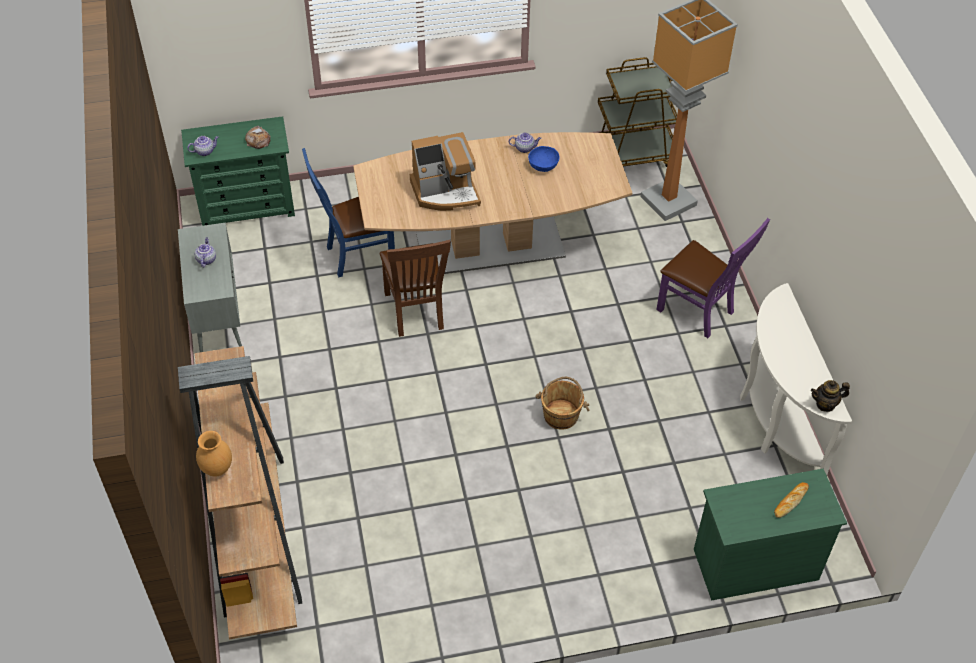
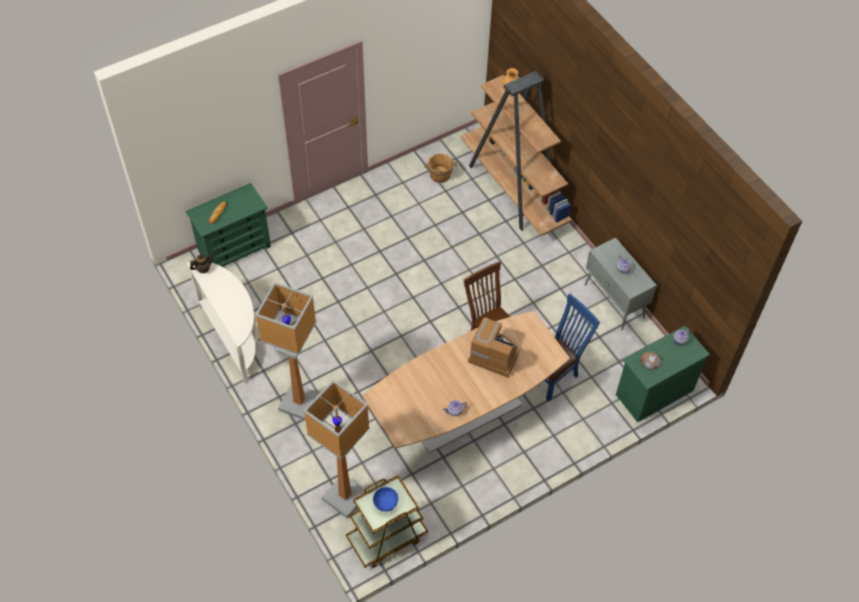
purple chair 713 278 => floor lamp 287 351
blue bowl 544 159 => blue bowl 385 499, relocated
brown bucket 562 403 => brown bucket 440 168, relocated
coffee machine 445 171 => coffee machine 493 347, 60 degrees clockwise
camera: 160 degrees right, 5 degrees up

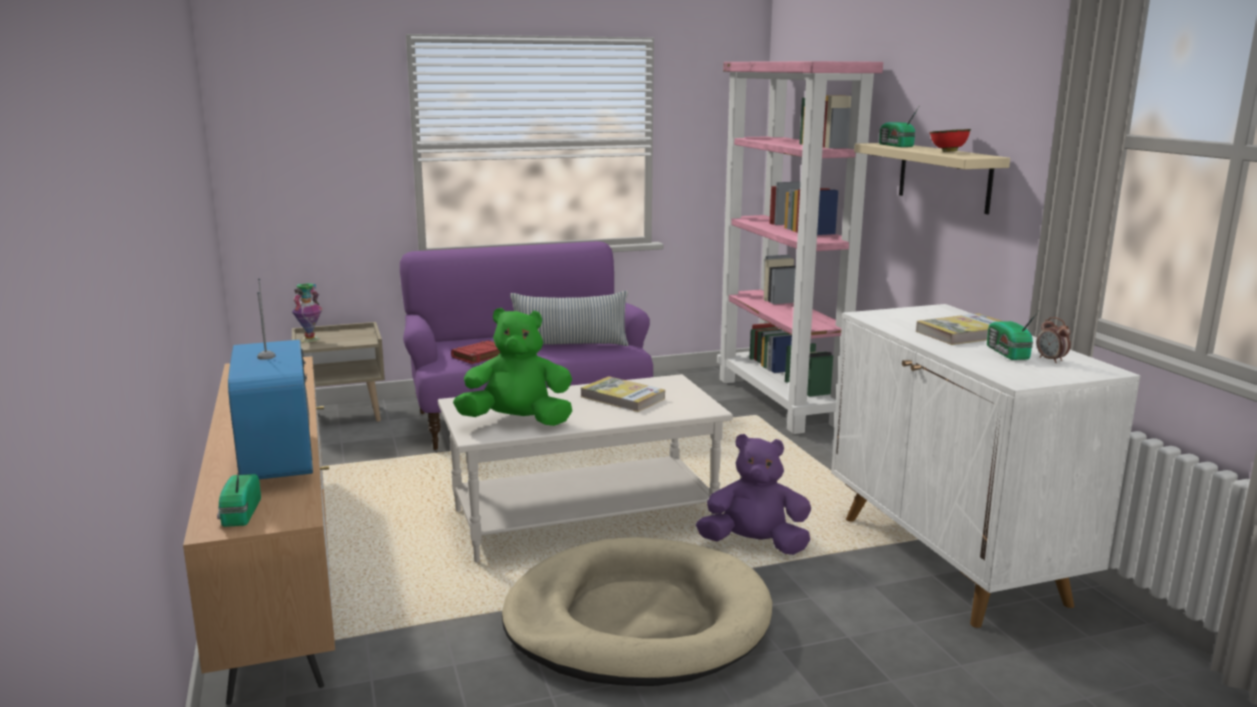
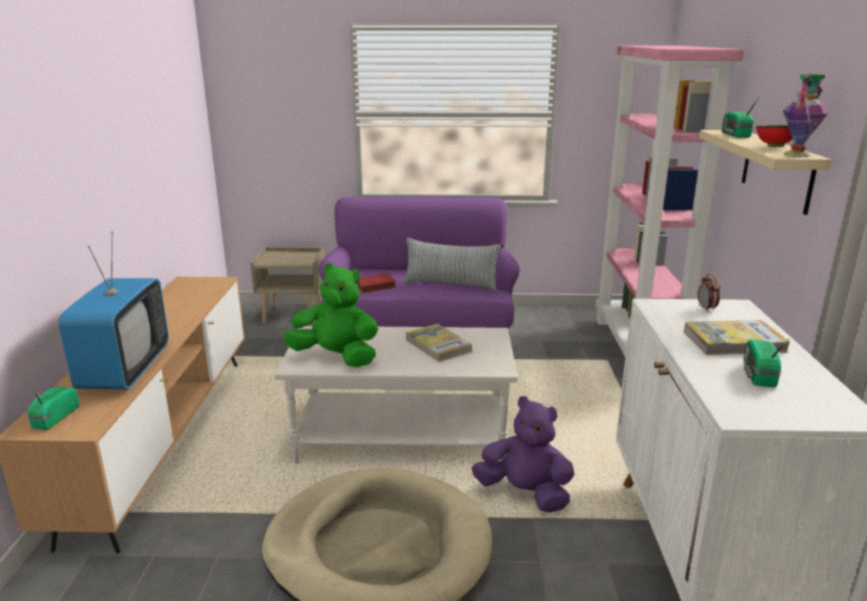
alarm clock 1054 340 => alarm clock 708 293, relocated
vase 307 313 => vase 805 115, relocated
camera: 20 degrees right, 5 degrees up

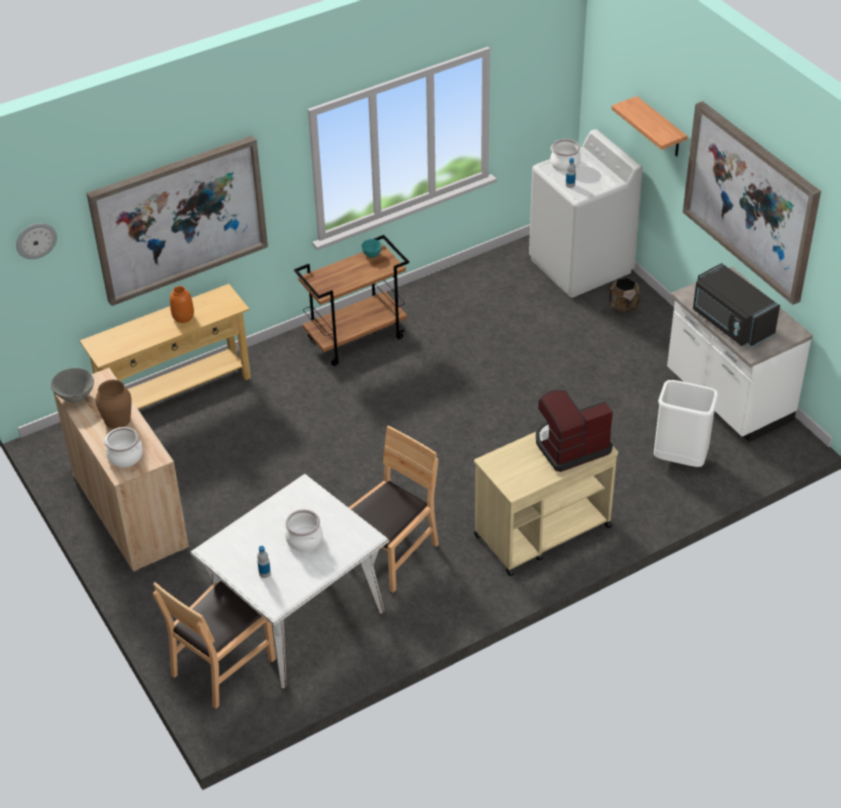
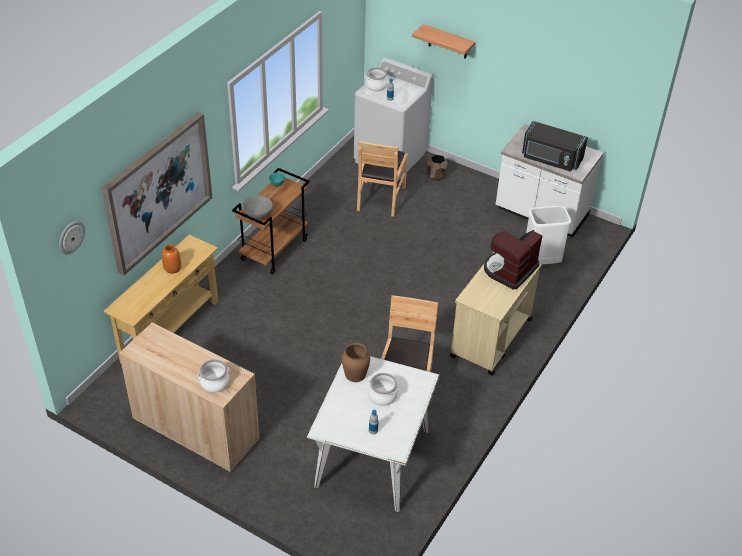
grey bowl 72 385 => grey bowl 257 208, relocated
brown vase 113 404 => brown vase 356 362, relocated
brown chair 214 645 => brown chair 382 179, relocated
picture 752 203 => nothing
camera: 30 degrees left, 0 degrees up

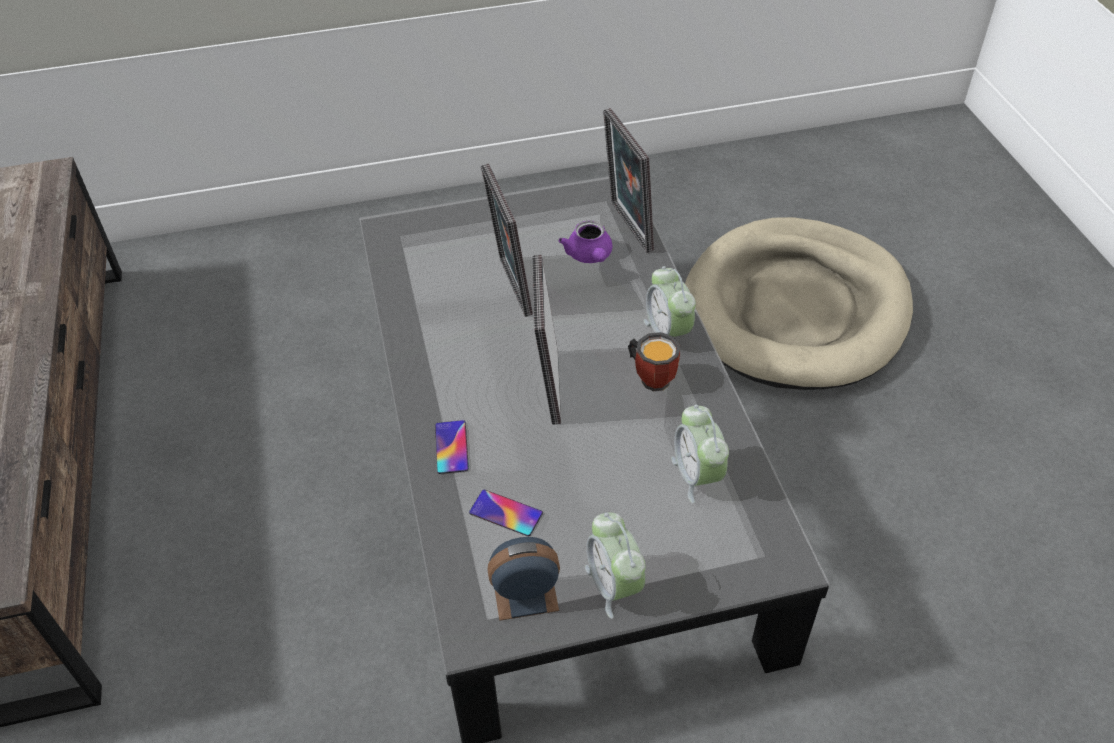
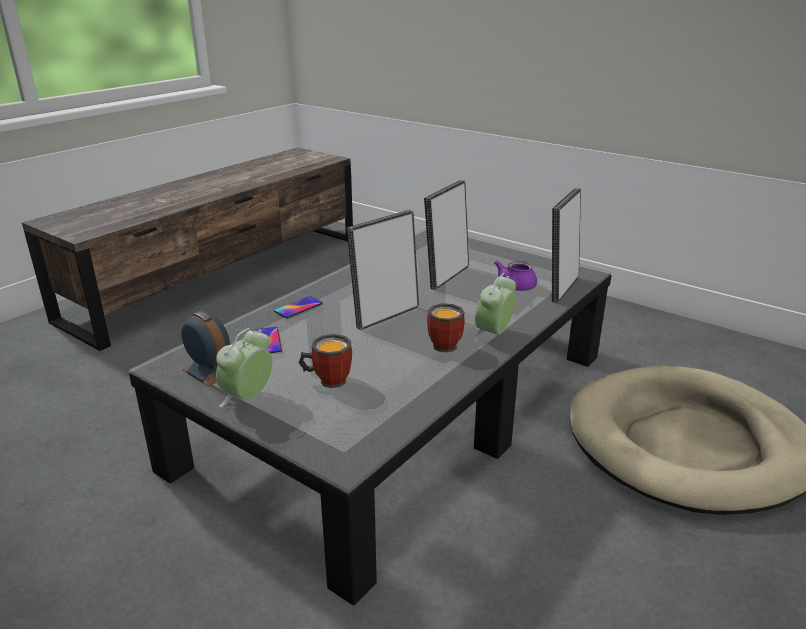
nothing => mug 325 361
alarm clock 700 454 => nothing
camera: 50 degrees right, 20 degrees down

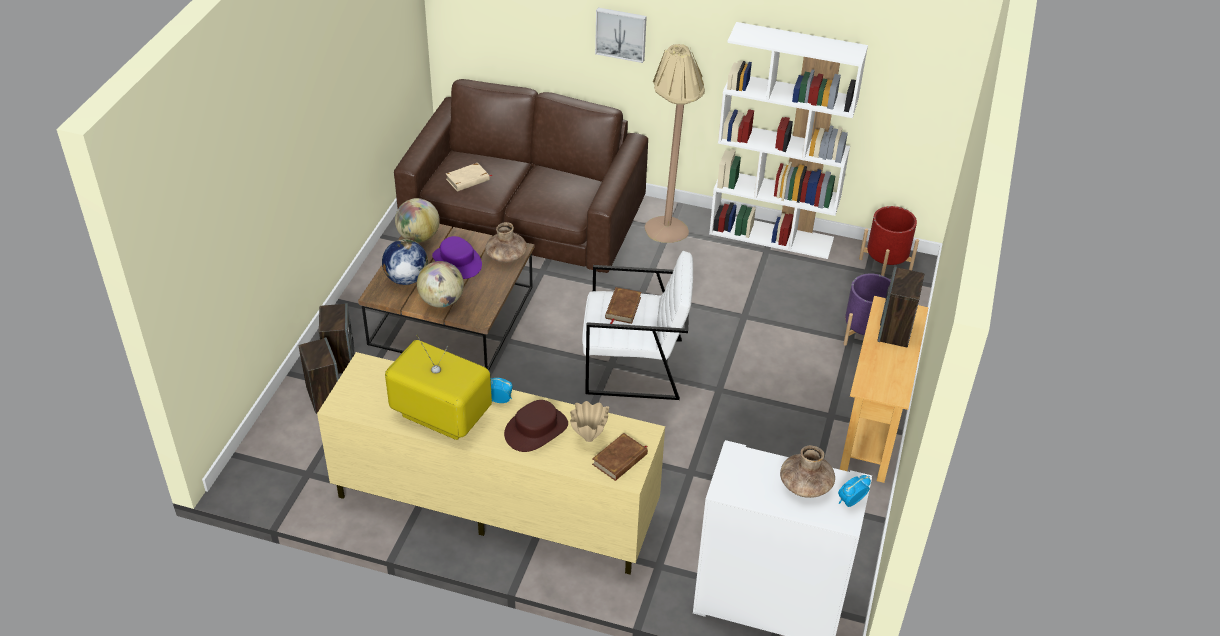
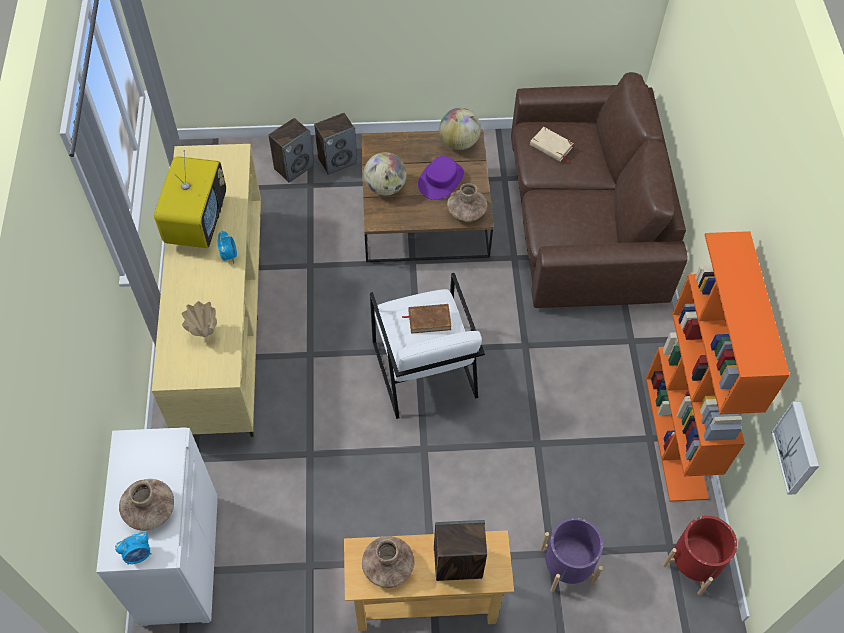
alarm clock 854 491 => alarm clock 133 548, 120 degrees clockwise
nothing => brown vase 388 562
white bookcase 788 140 => orange bookcase 718 366
picture 621 35 => picture 795 448, relocated
globe 405 262 => nothing
brown hat 536 426 => nothing
brown book 620 457 => nothing
beige floor lamp 675 143 => nothing
camera: 70 degrees right, 15 degrees up

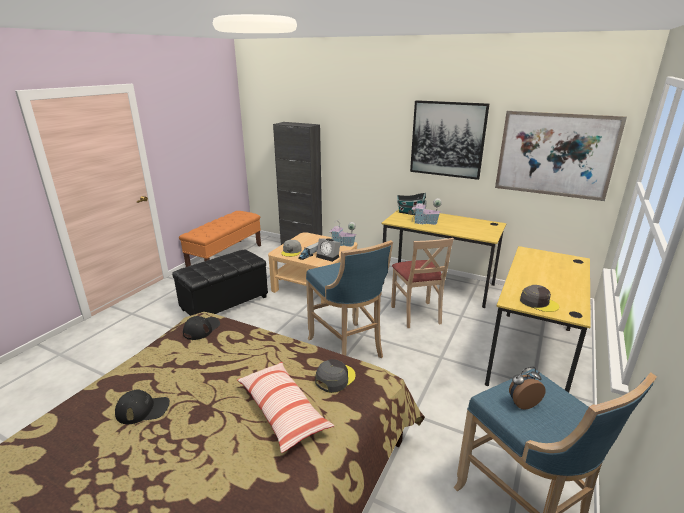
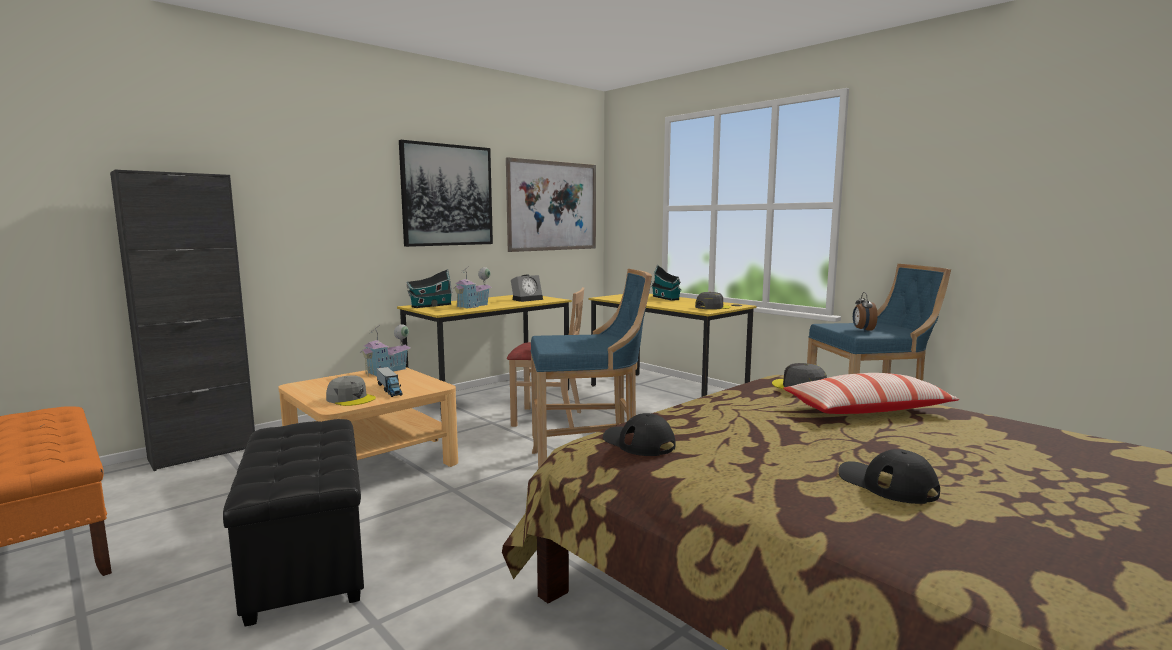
alarm clock 328 250 => alarm clock 527 288, relocated
nothing => toy house 666 283
black cap 142 406 => black cap 889 476, 45 degrees counterclockwise
camera: 70 degrees left, 15 degrees down

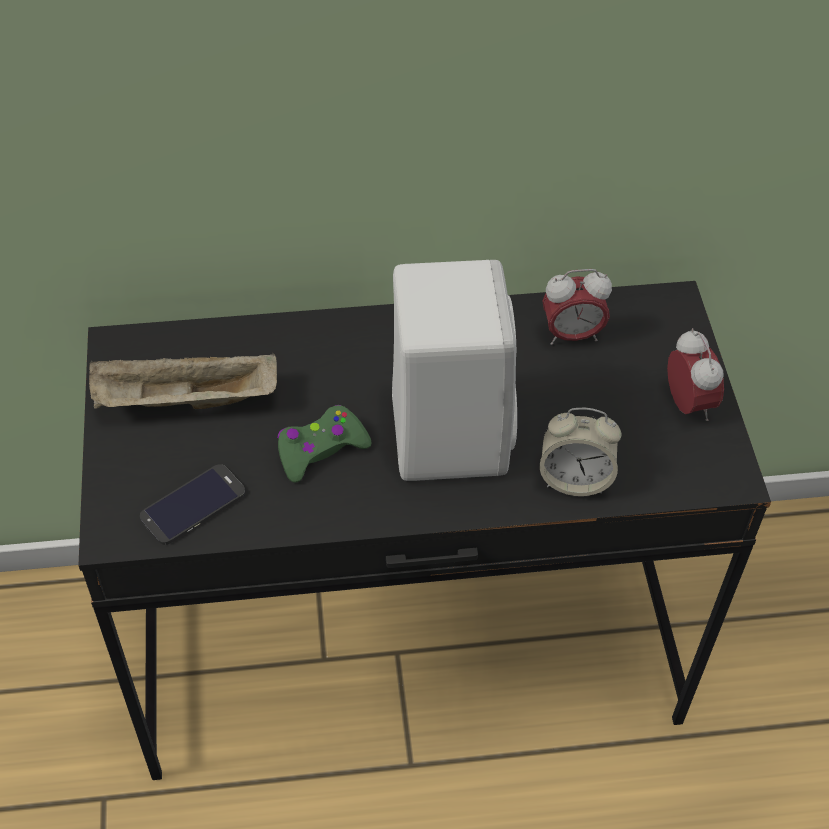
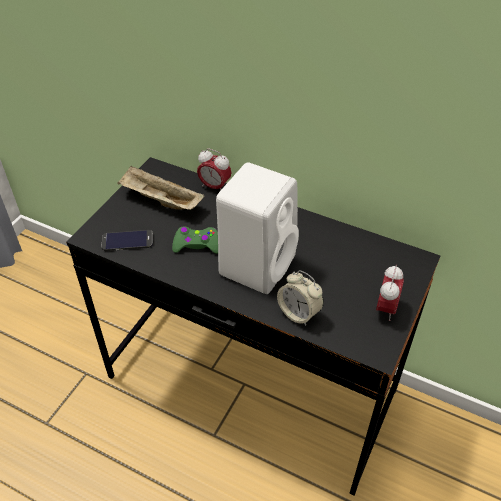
alarm clock 577 307 => alarm clock 214 169, relocated
camera: 35 degrees right, 5 degrees down

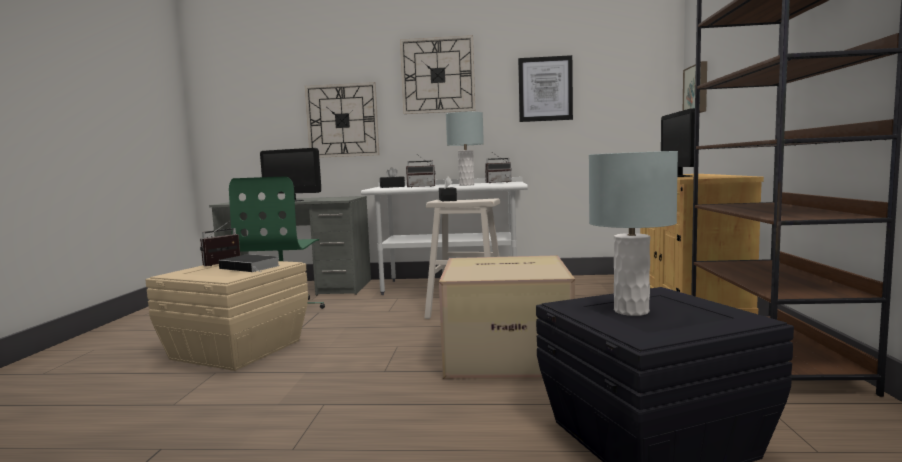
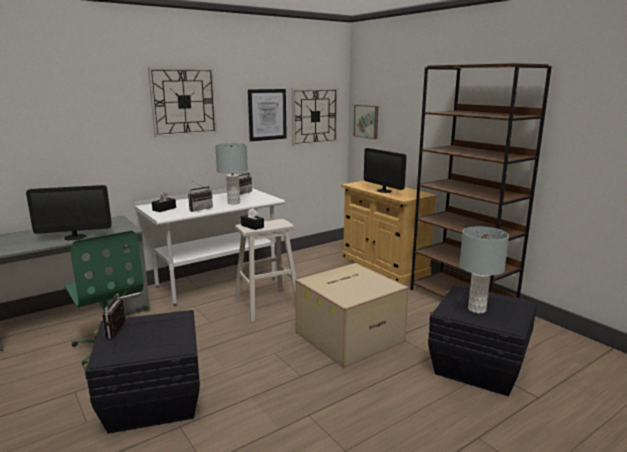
beige storage box 227 316 => black storage box 141 372
wall clock 342 120 => wall clock 315 117, relocated
book 249 263 => nothing
camera: 40 degrees left, 10 degrees up

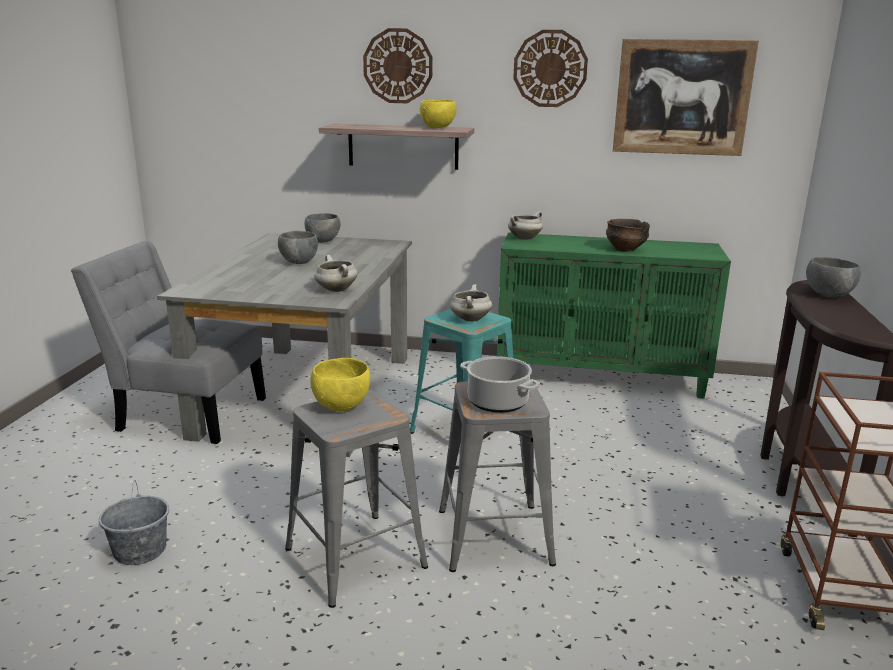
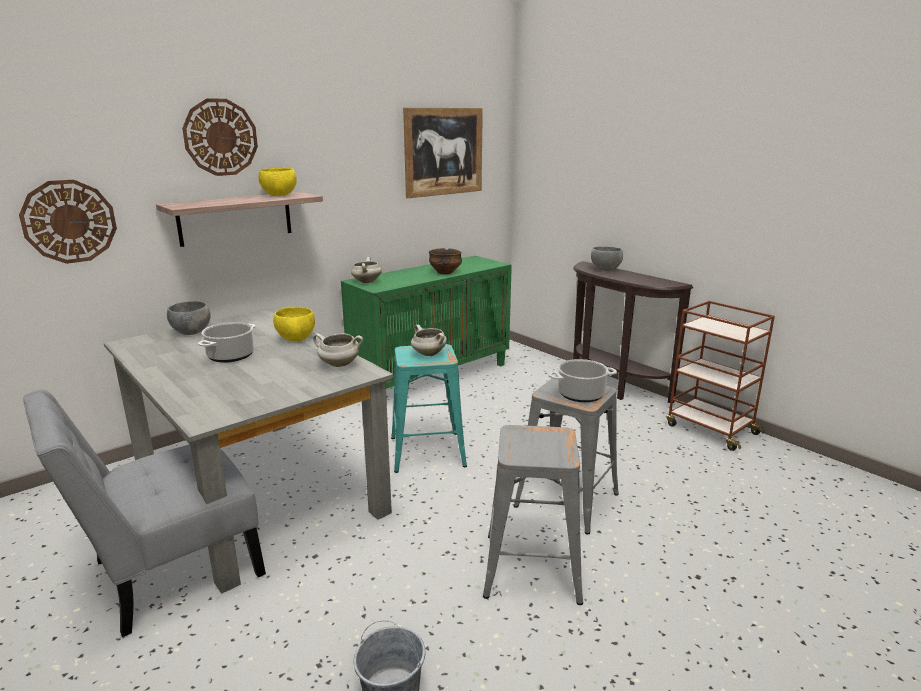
wall clock 550 68 => wall clock 68 222, relocated
grey bowl 298 247 => cooking pot 227 342
yellow bowl 340 385 => yellow bowl 294 324, relocated
camera: 50 degrees left, 0 degrees up

